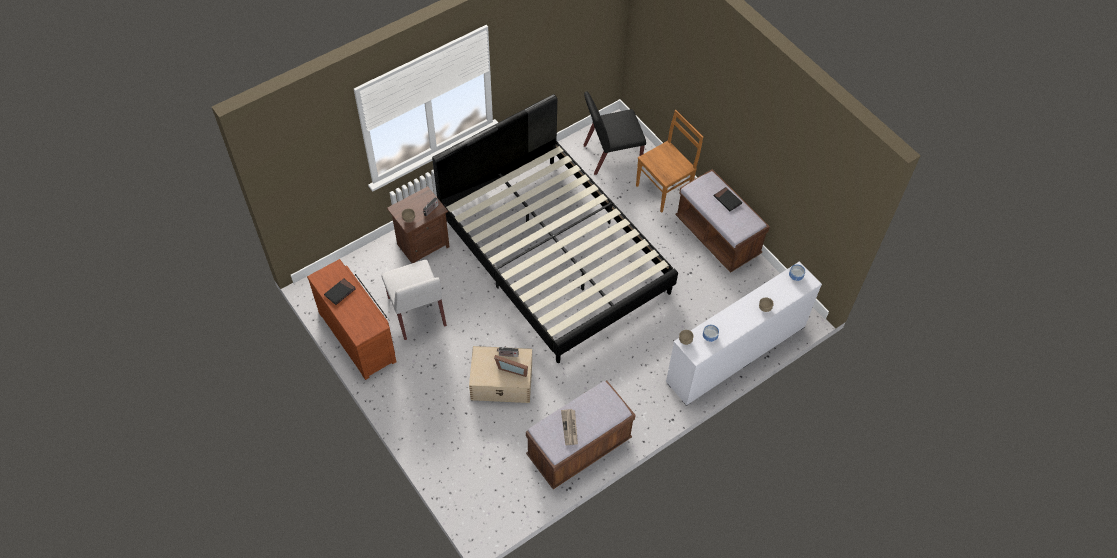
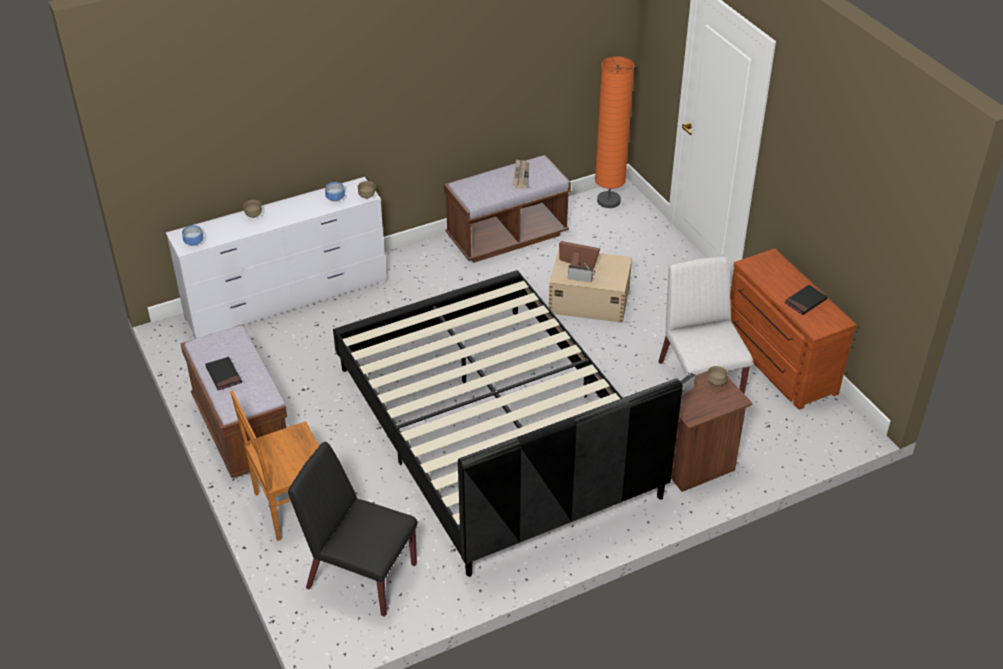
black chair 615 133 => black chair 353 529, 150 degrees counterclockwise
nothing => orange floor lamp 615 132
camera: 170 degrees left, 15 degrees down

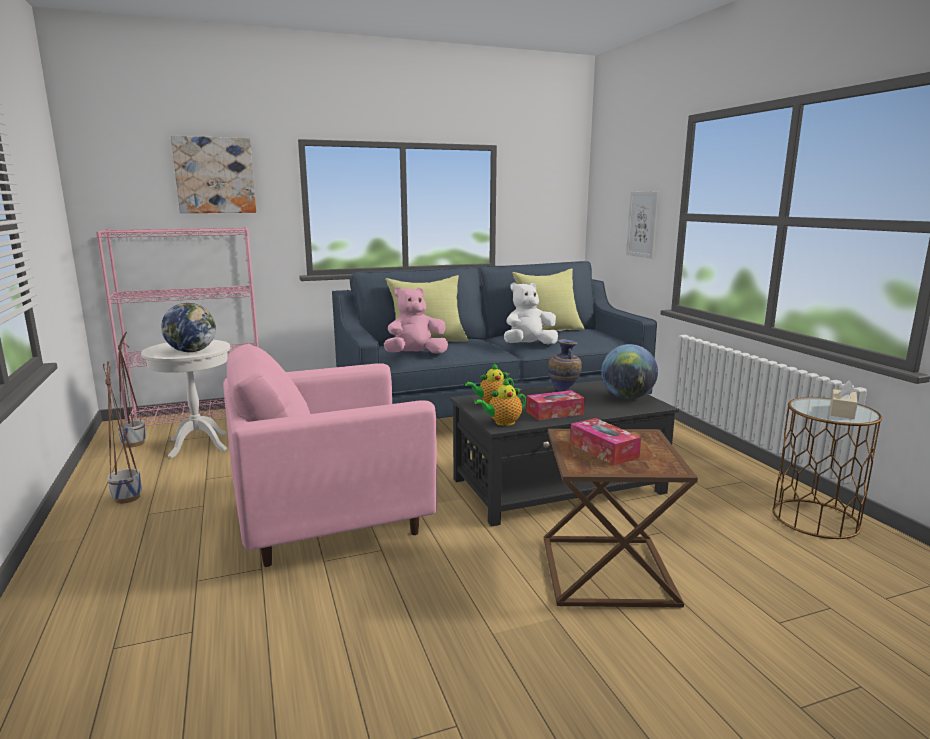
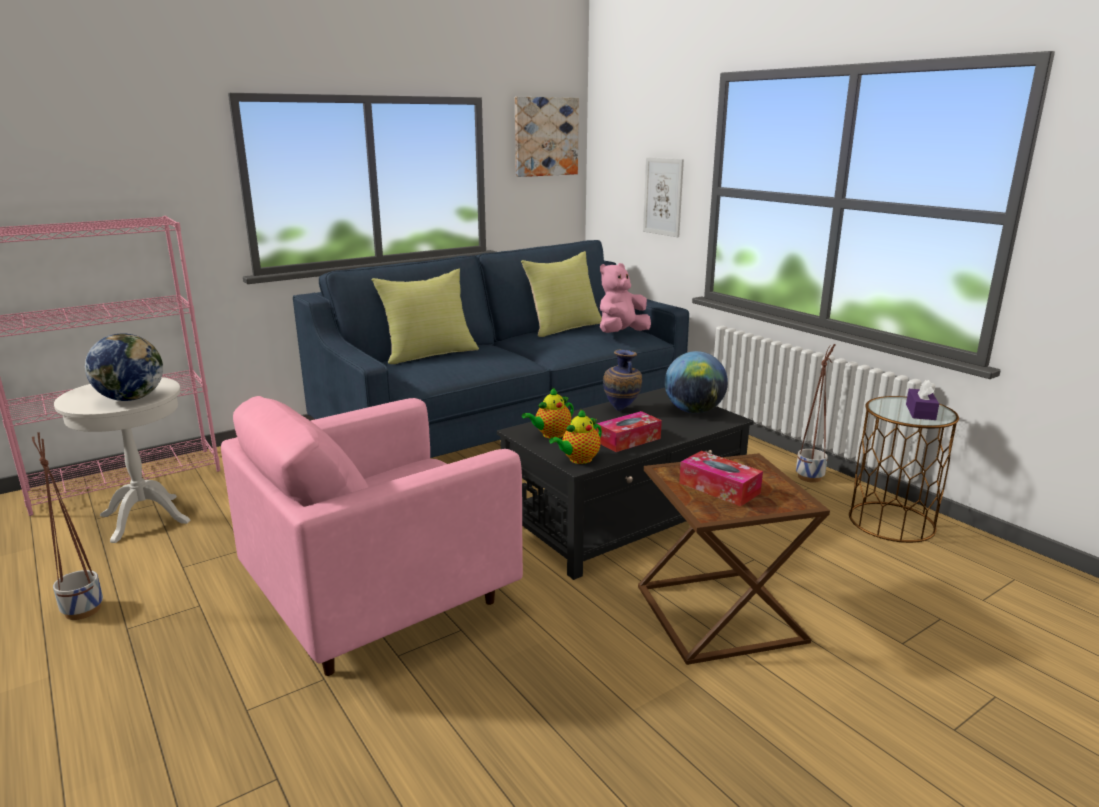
picture 213 174 => picture 547 137, relocated
pink plush toy 416 320 => pink plush toy 625 298, relocated
planter 132 389 => planter 815 413, relocated
beige tissue box 843 399 => purple tissue box 922 400
white plush toy 531 313 => nothing
camera: 15 degrees left, 5 degrees up

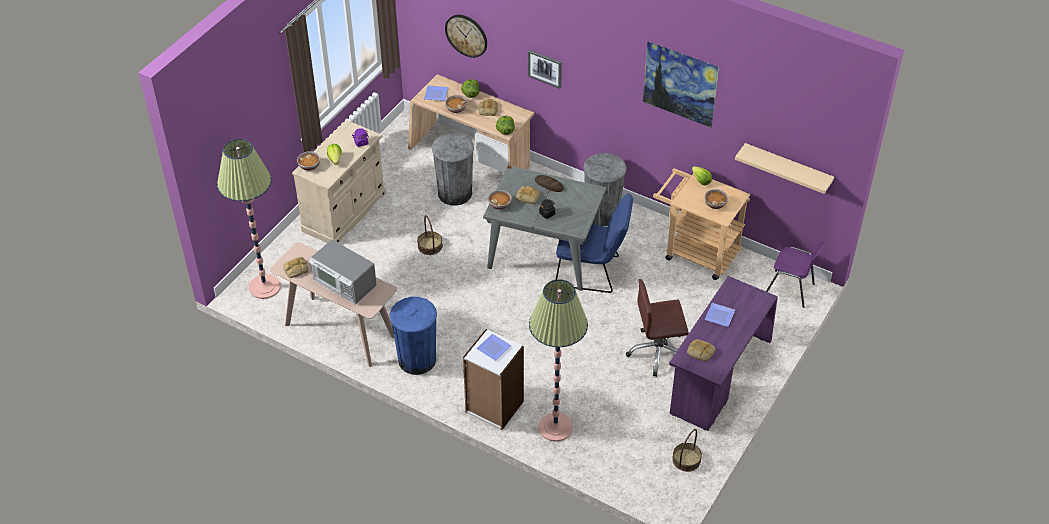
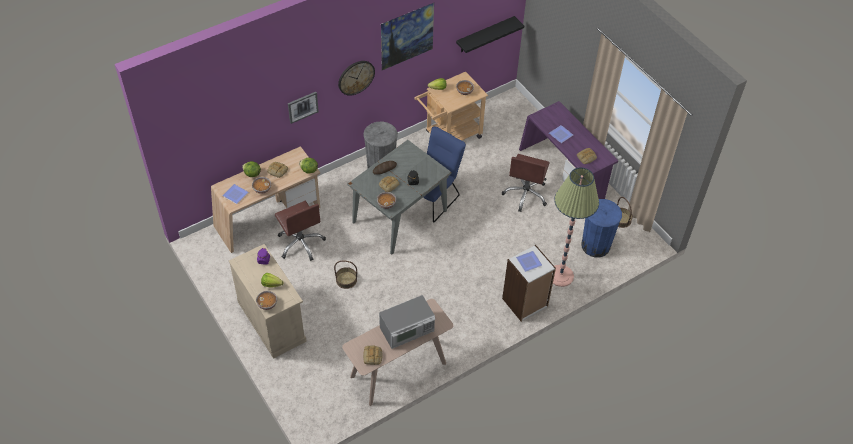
grey trash can 453 169 => brown office chair 300 231
wall clock 466 36 => wall clock 356 78, relocated
beige shelf 784 168 => black shelf 490 34
blue trash can 413 336 => blue trash can 601 228, relocated
floor lamp 249 219 => nothing
purple chair 795 274 => nothing
camera: 65 degrees left, 5 degrees up

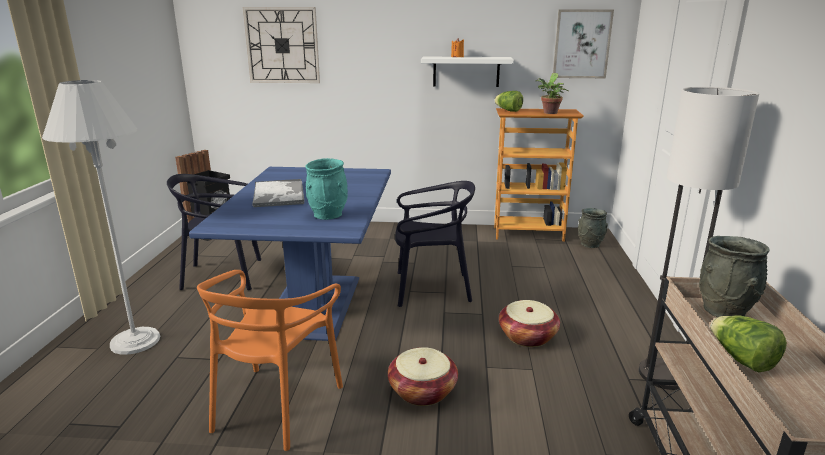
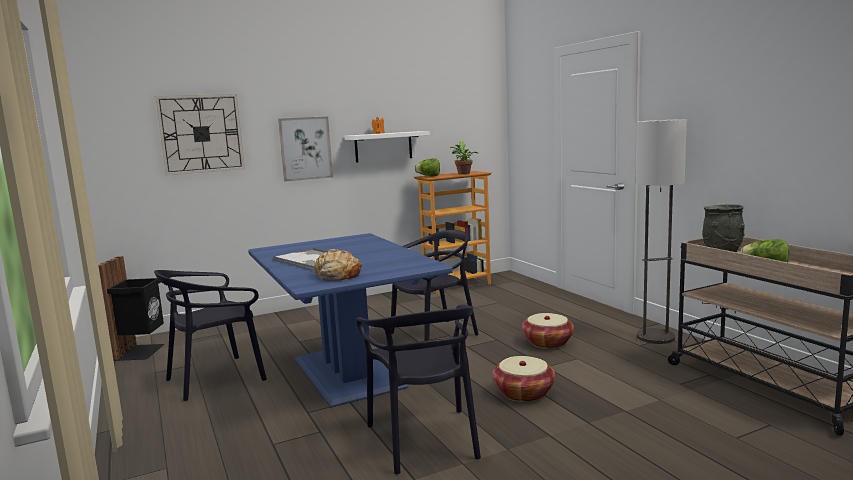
picture 583 44 => picture 305 149, relocated
nothing => bread 338 265
orange chair 270 360 => black chair 418 389
white floor lamp 101 217 => nothing
turquoise vase 326 189 => nothing
grey vase 593 228 => nothing
camera: 30 degrees left, 10 degrees down

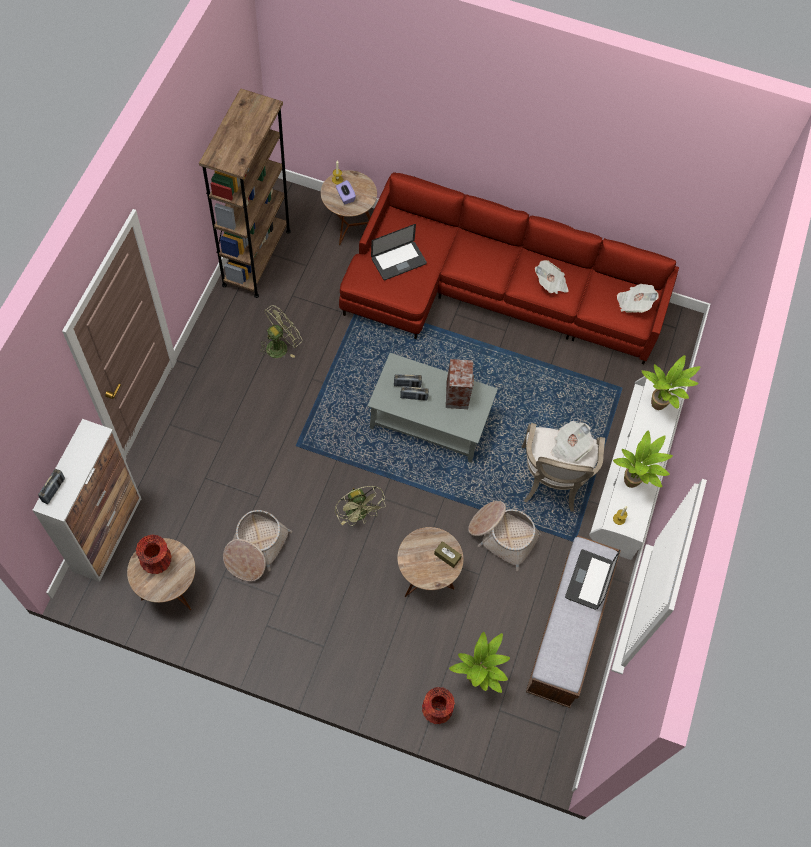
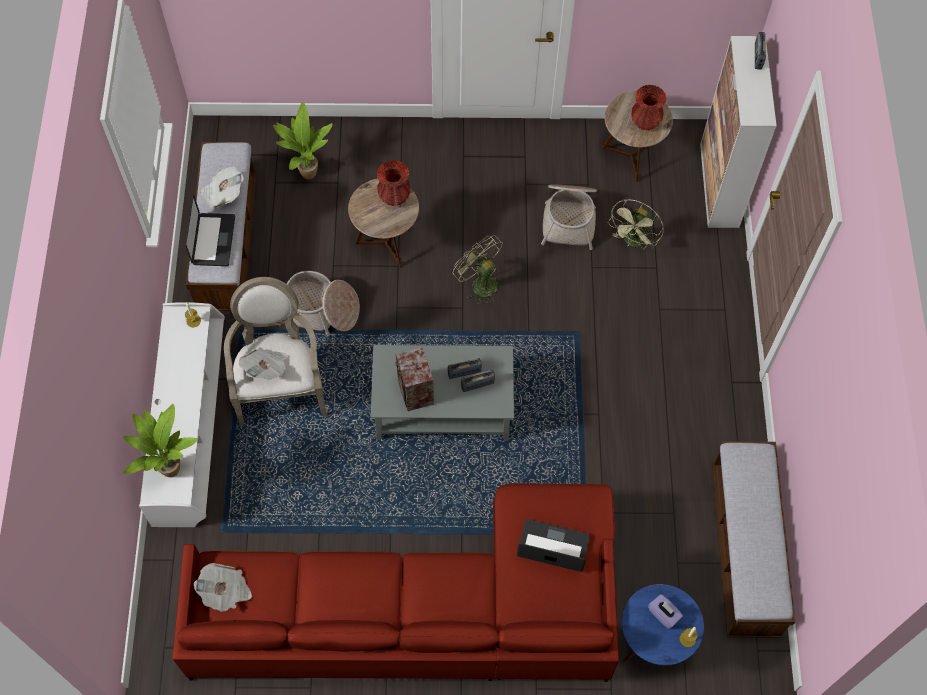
newspaper 552 277 => newspaper 222 187, relocated
red vase 438 705 => red vase 393 183, relocated
laptop 399 252 => laptop 553 545, 60 degrees clockwise
green fan 280 331 => green fan 636 224, relocated
brown side table 349 207 => blue side table 663 624
brown bookcase 245 193 => bench 754 539
brown tissue box 448 554 => nothing
potted plant 643 459 => nothing
camera: 165 degrees right, 0 degrees up

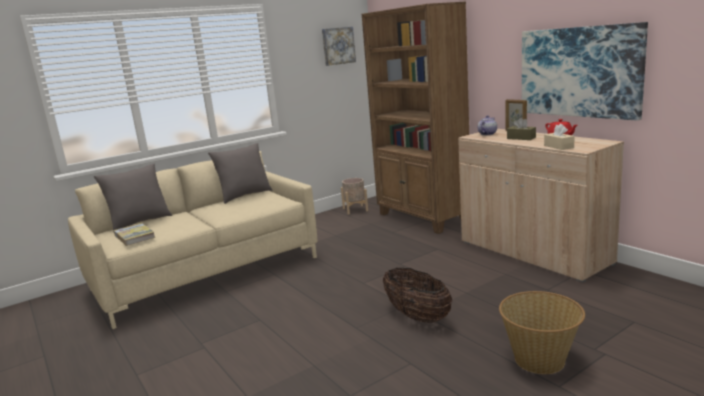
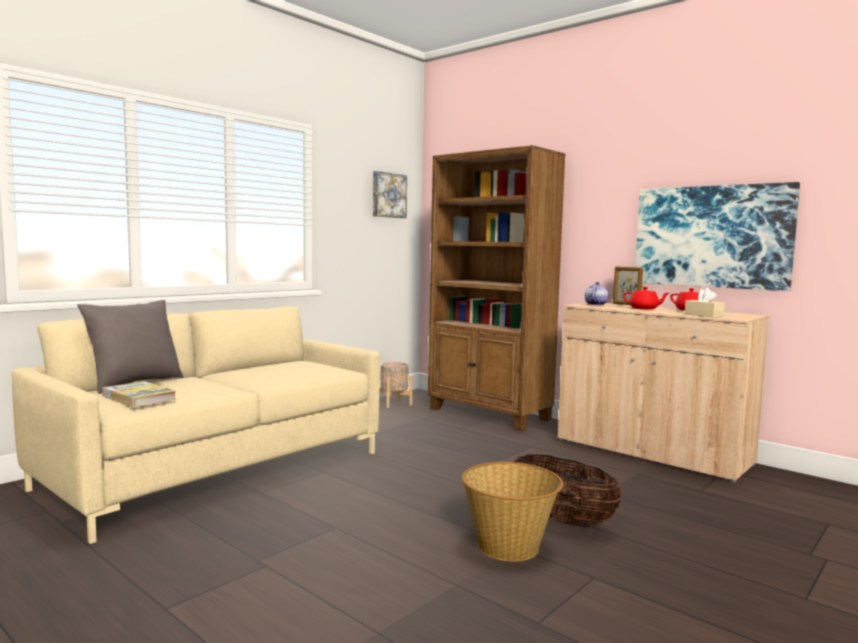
basket 542 332 => basket 512 512, relocated
brown tissue box 521 129 => red teapot 646 298
grey pillow 240 173 => nothing
camera: 15 degrees left, 10 degrees down

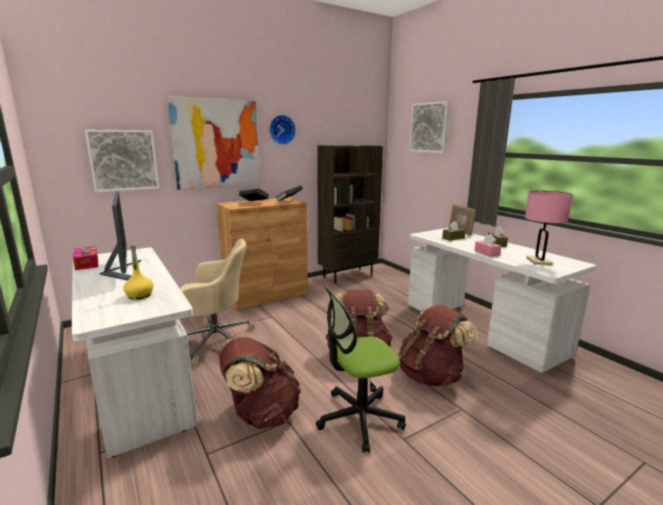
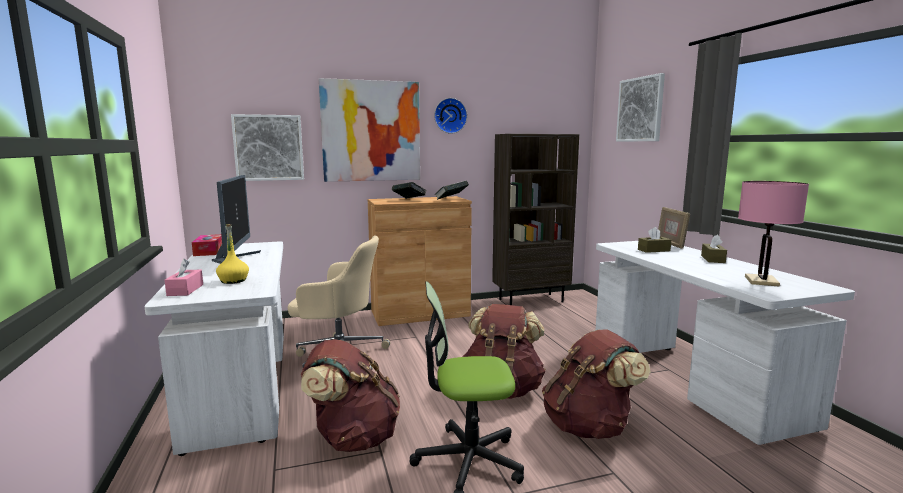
pink tissue box 487 245 => pink tissue box 184 277, relocated
camera: 15 degrees right, 5 degrees down

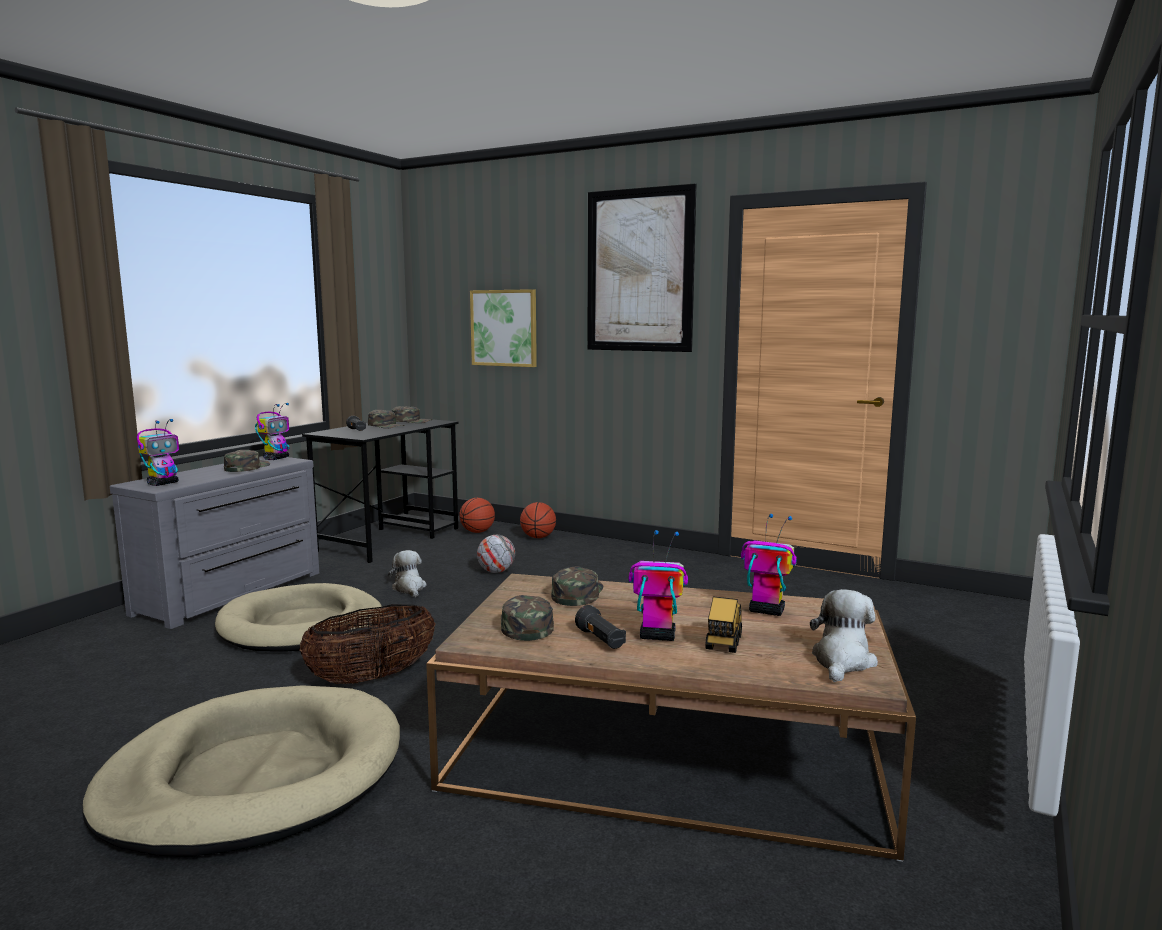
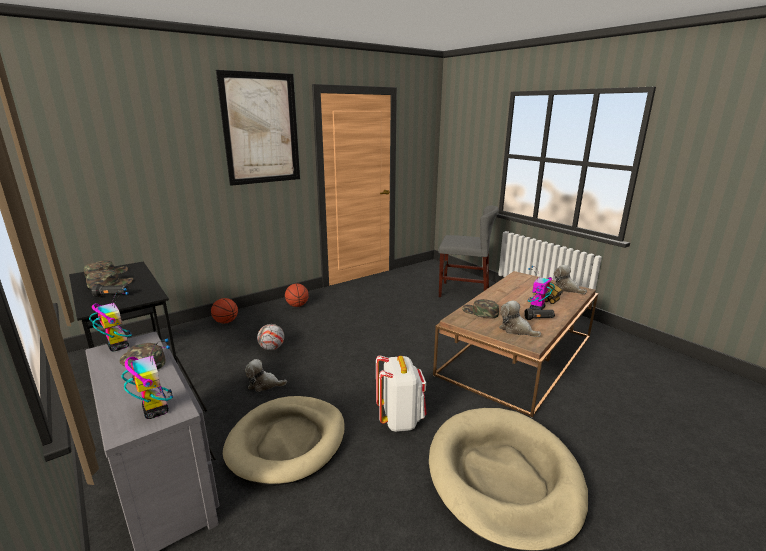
basketball 477 515 => basketball 297 295, relocated
basket 367 644 => white backpack 401 393
nothing => grey chair 469 251
green cap 527 618 => plush toy 520 319
picture 503 328 => nothing
toy robot 769 565 => nothing
camera: 65 degrees left, 10 degrees up

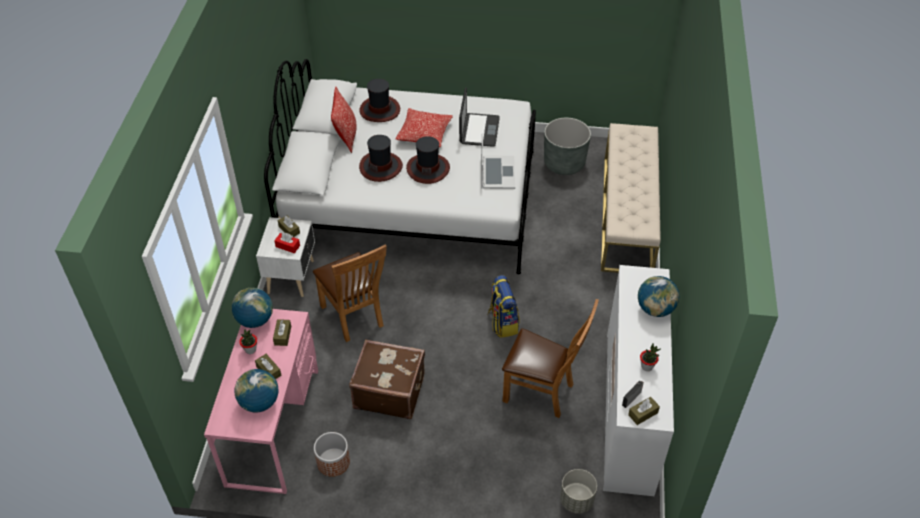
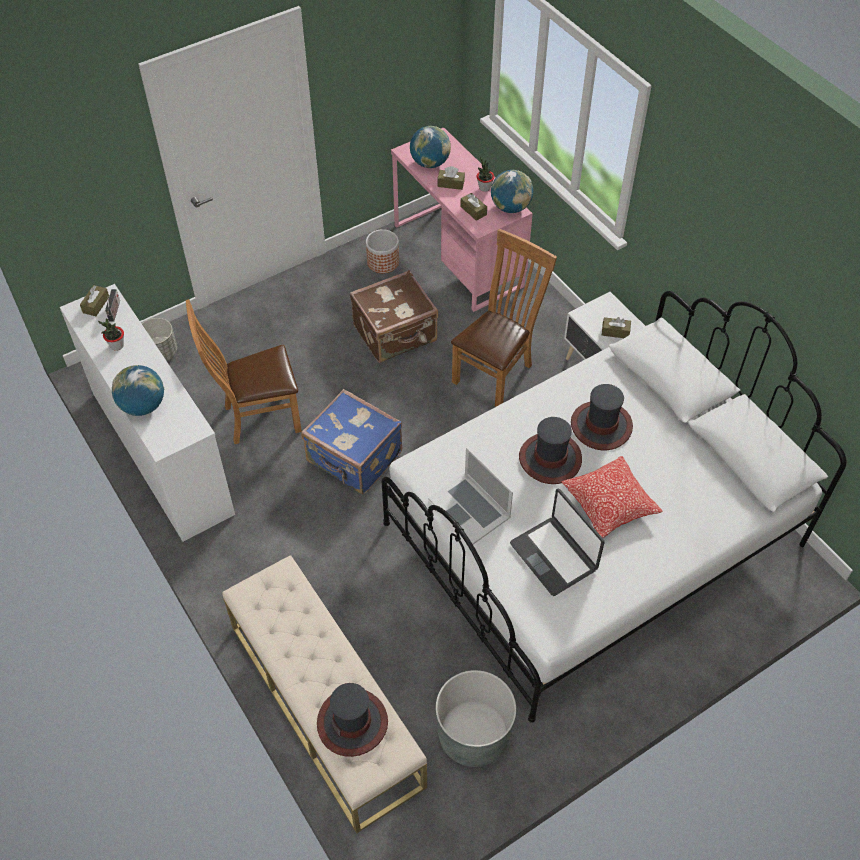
backpack 503 306 => blue suitcase 351 442
hat 379 100 => hat 352 720, relocated
brown chair 350 293 => brown chair 504 318, 105 degrees clockwise
red tissue box 287 243 => nothing
pillow 344 120 => nothing
camera: 140 degrees right, 5 degrees up

